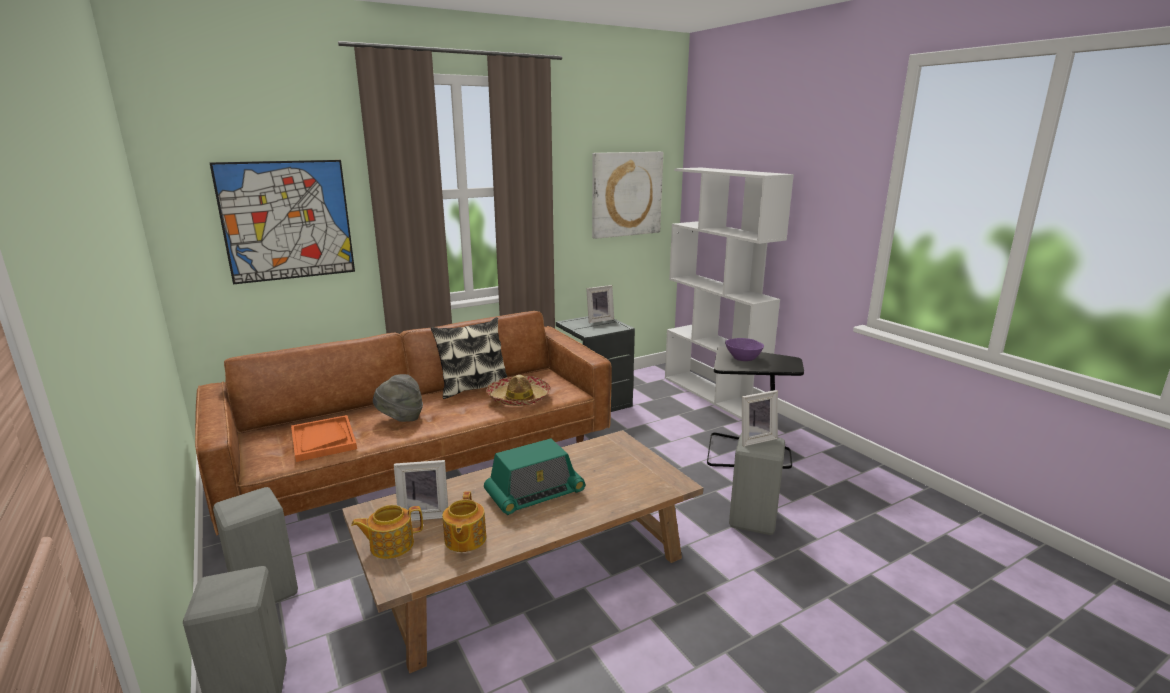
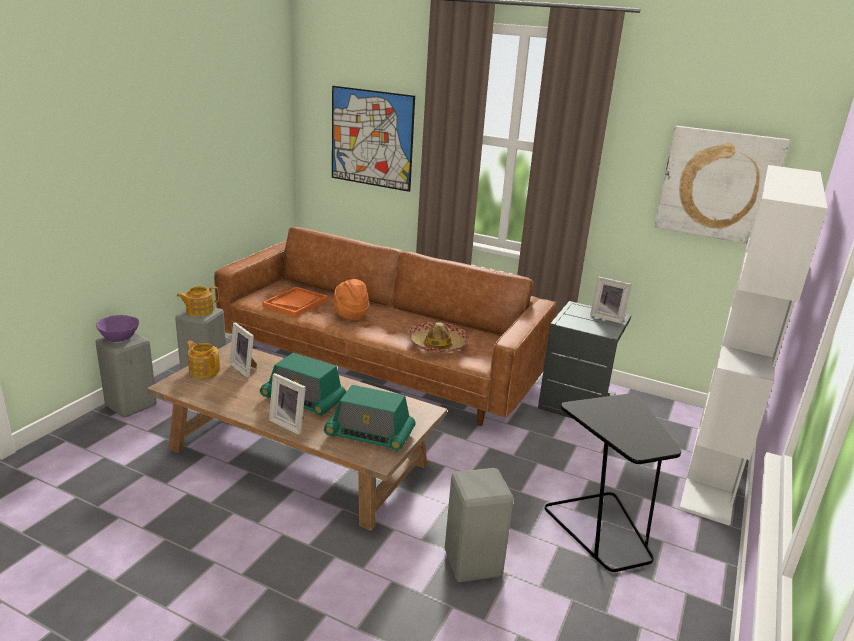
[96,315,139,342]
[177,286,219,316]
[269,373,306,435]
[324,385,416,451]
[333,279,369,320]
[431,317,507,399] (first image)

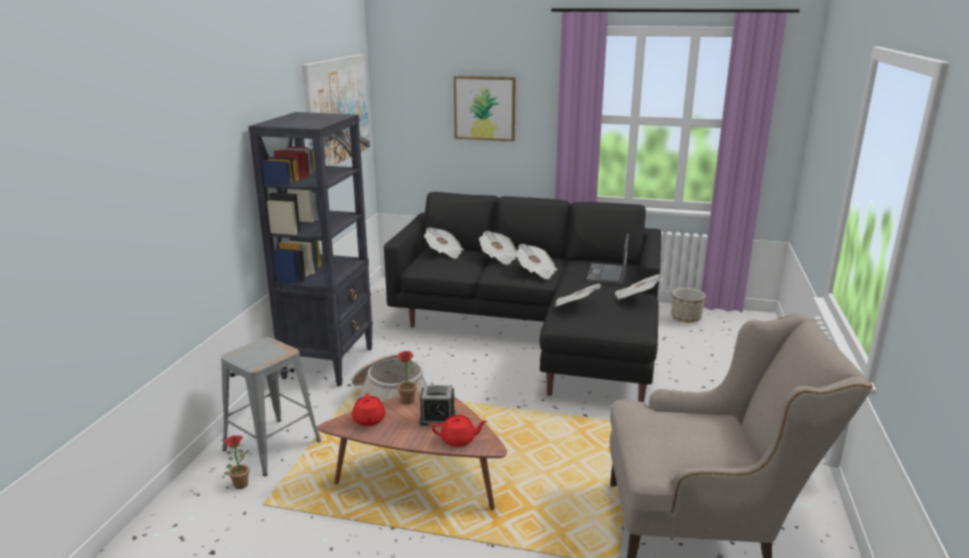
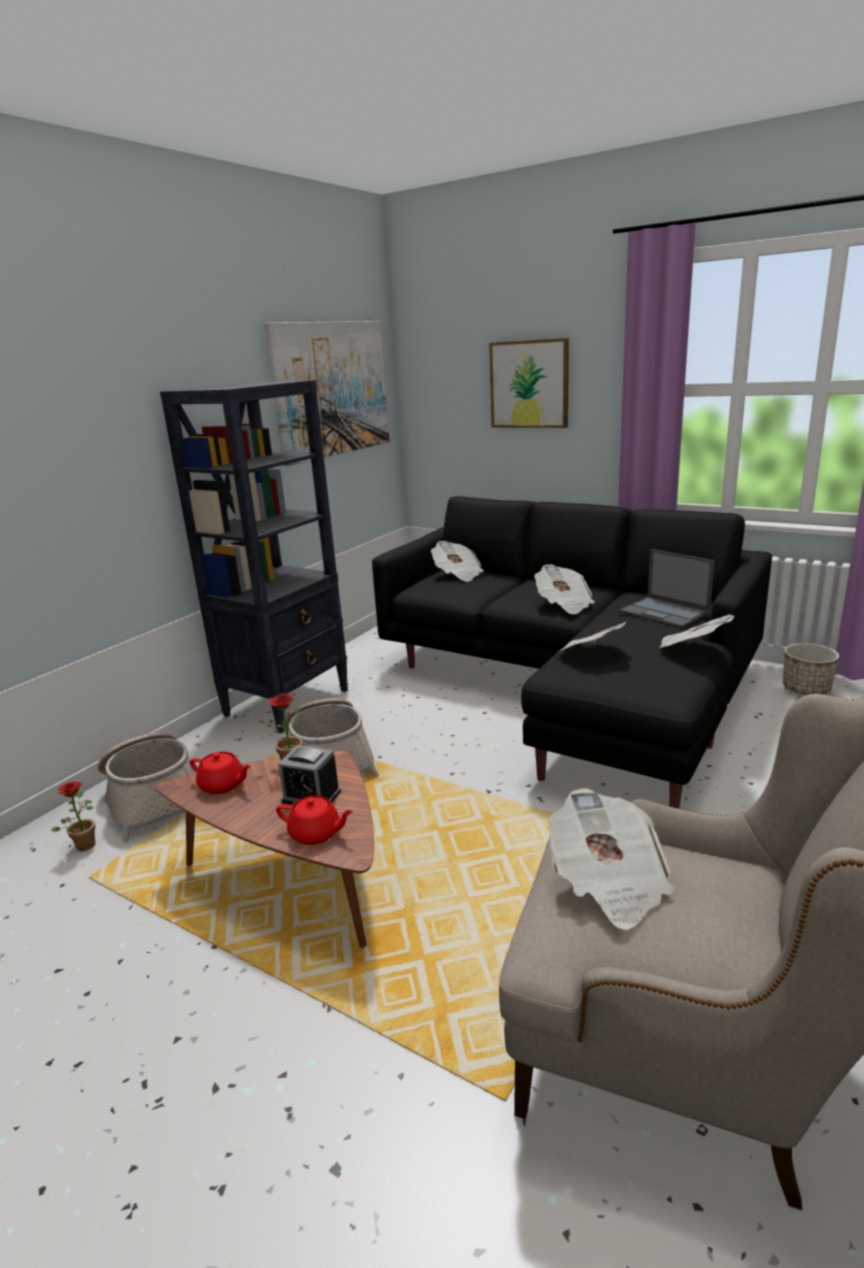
[98,732,196,842]
[190,752,251,794]
[548,788,674,930]
[620,549,715,628]

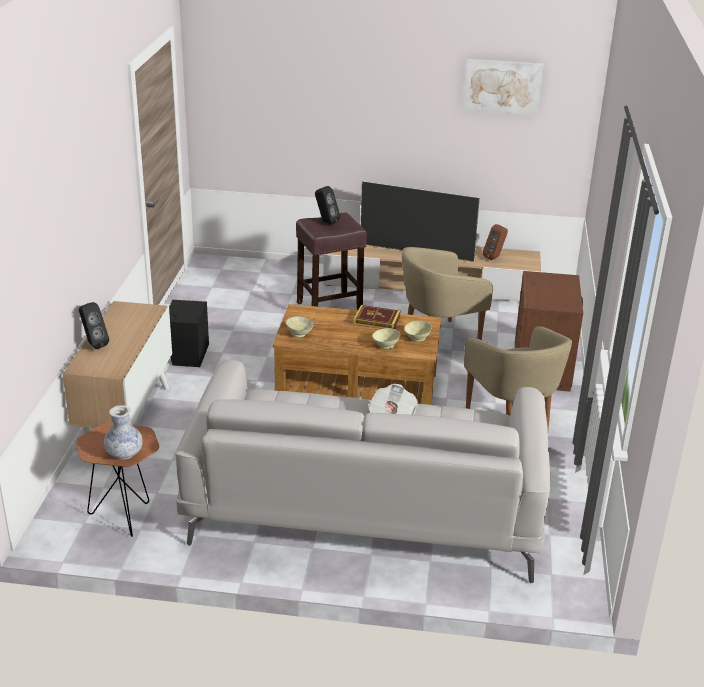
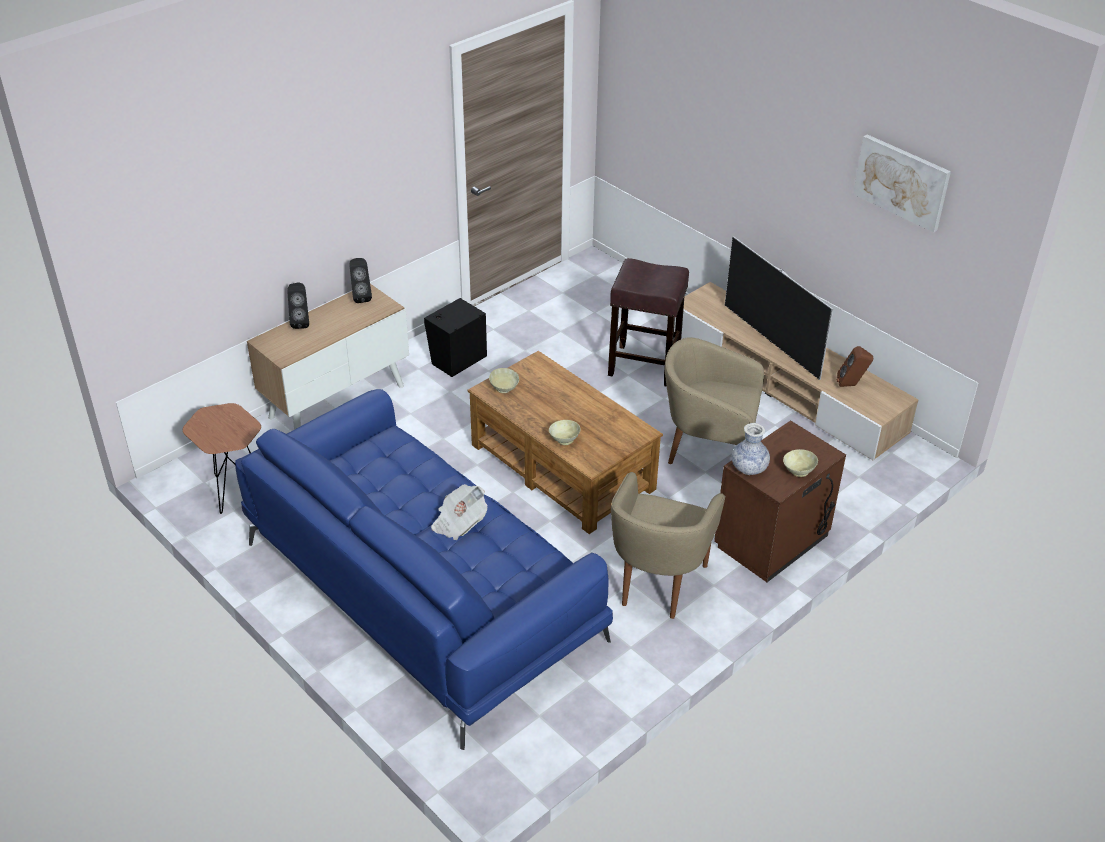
[235,389,613,750]
[350,258,372,303]
[732,423,770,475]
[783,449,818,477]
[354,305,401,329] (first image)

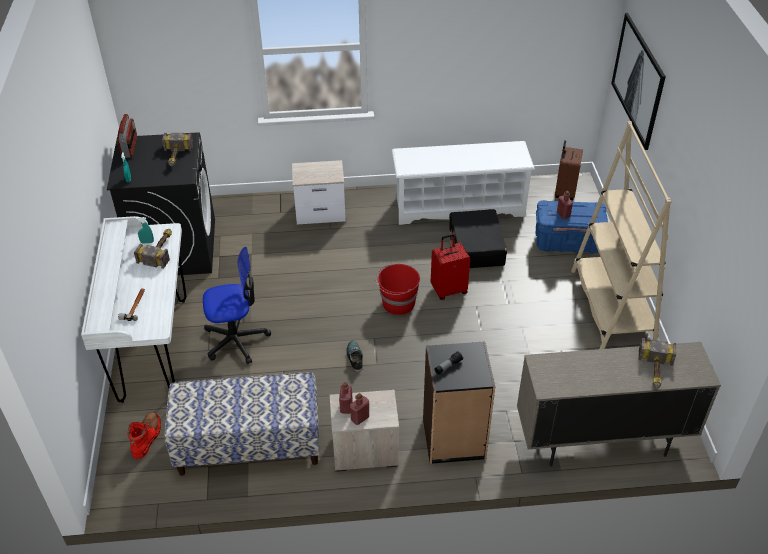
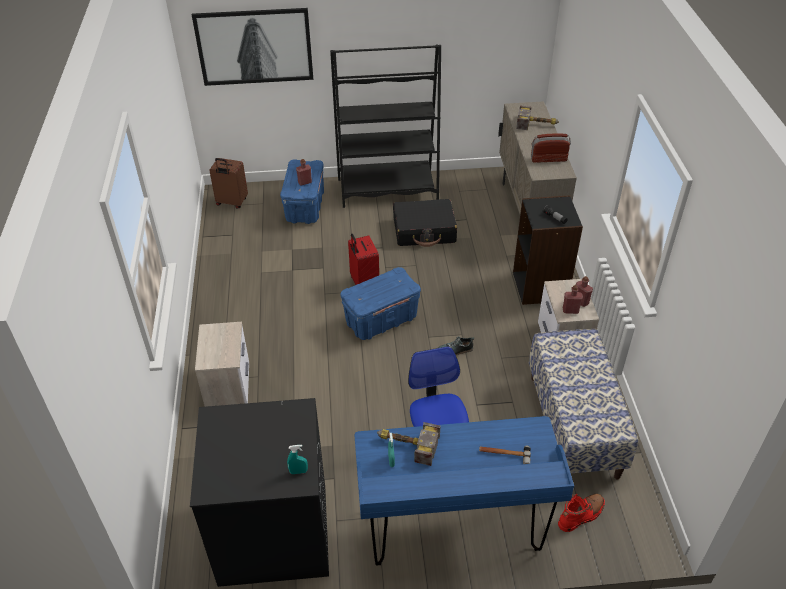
[330,45,441,208]
[341,267,421,340]
[355,416,574,566]
[393,199,457,247]
[531,133,571,163]
[558,494,605,532]
[162,133,193,166] (first image)
[392,141,535,225] (first image)

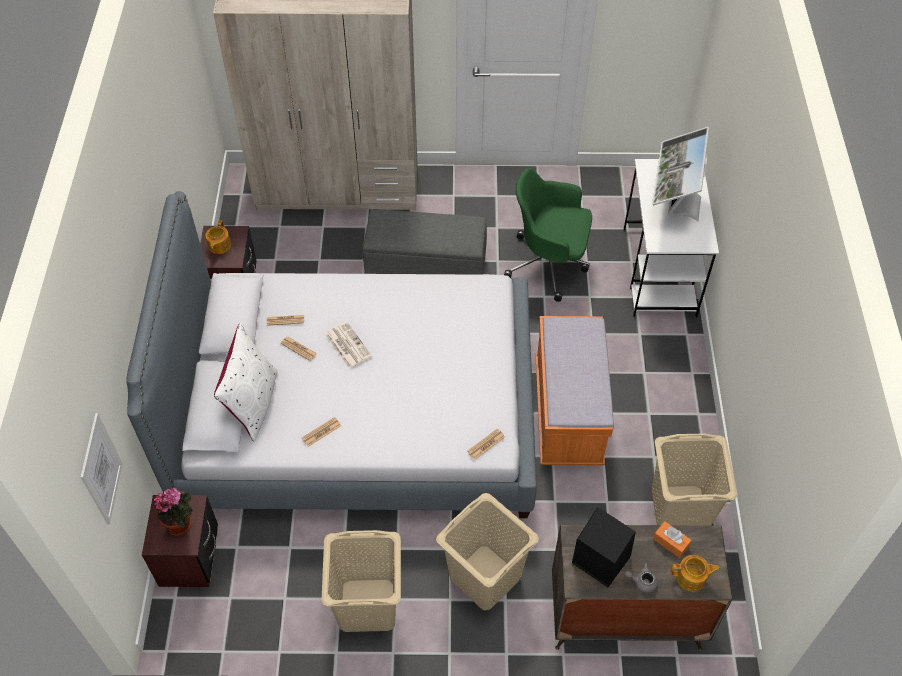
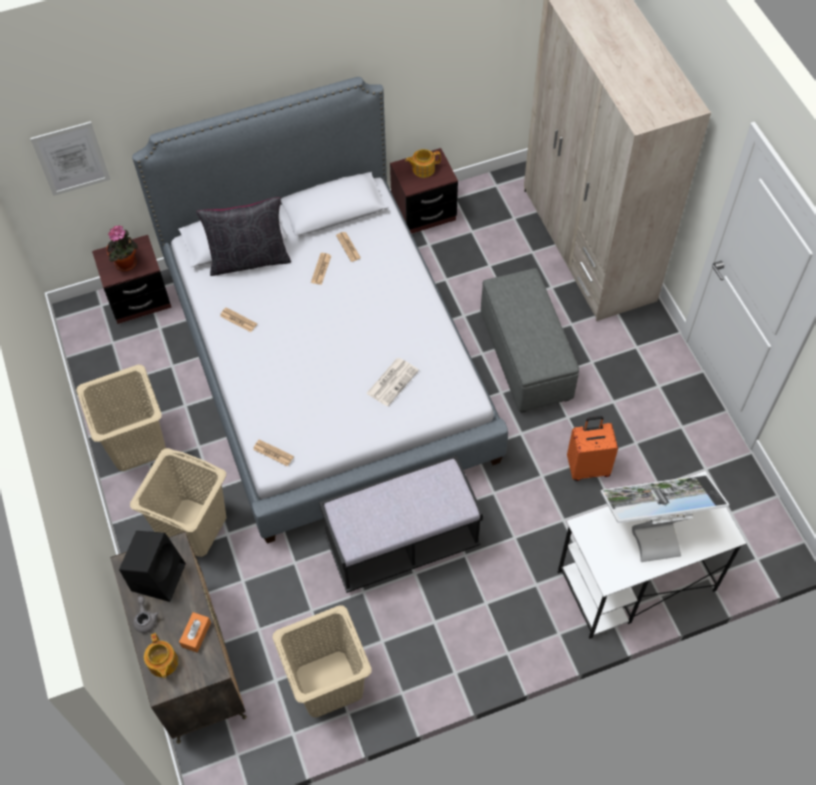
[197,197,291,276]
[319,455,483,593]
[366,358,419,406]
[567,416,618,481]

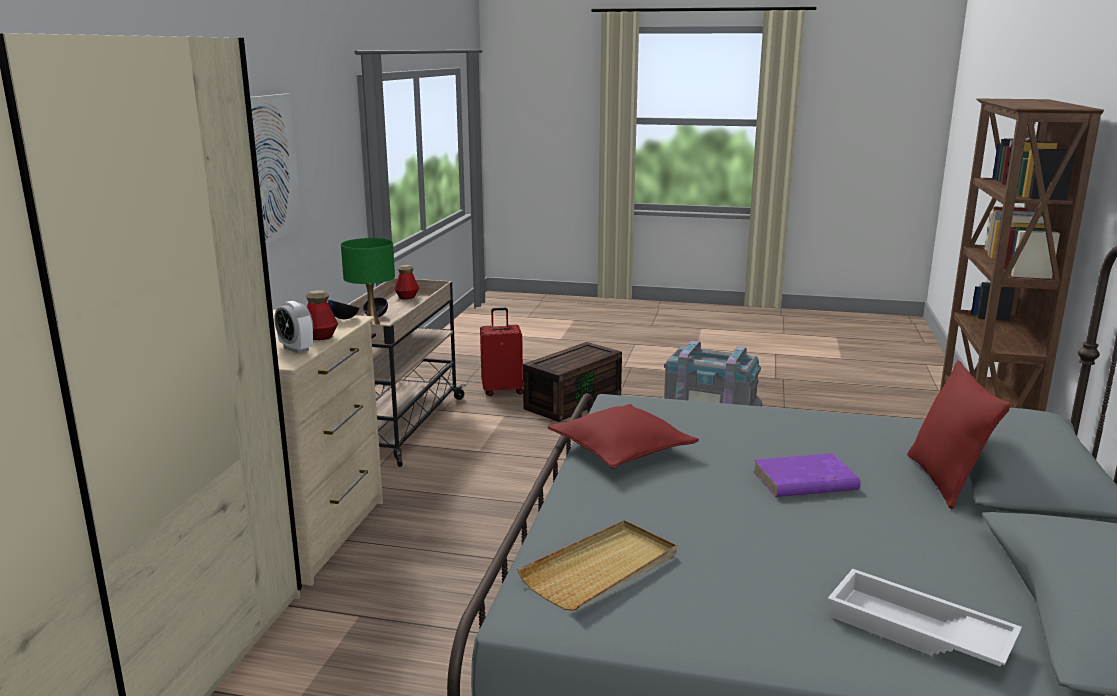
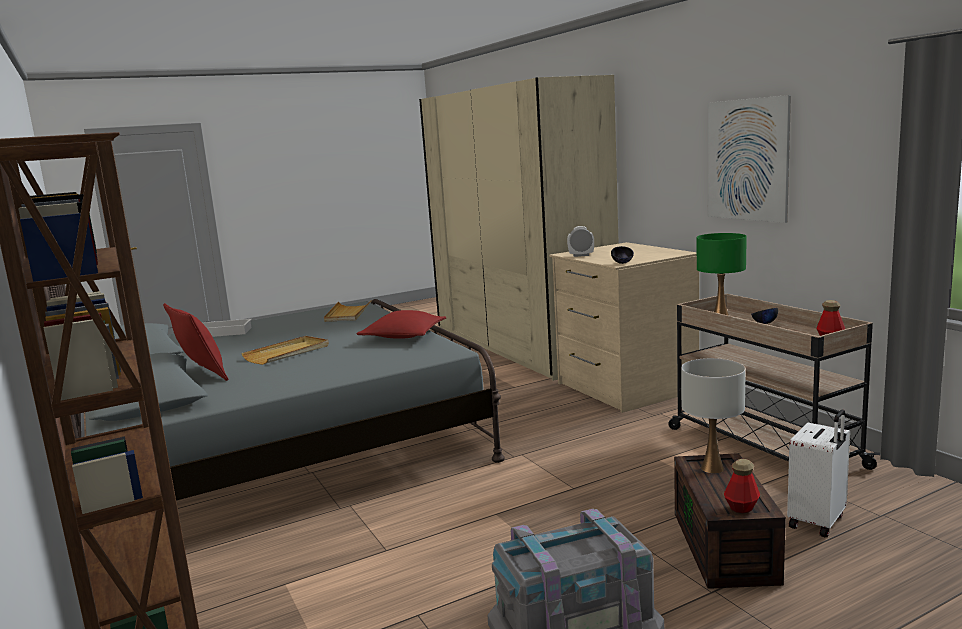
[241,336,329,365]
[681,358,746,473]
[724,459,760,513]
[787,409,850,537]

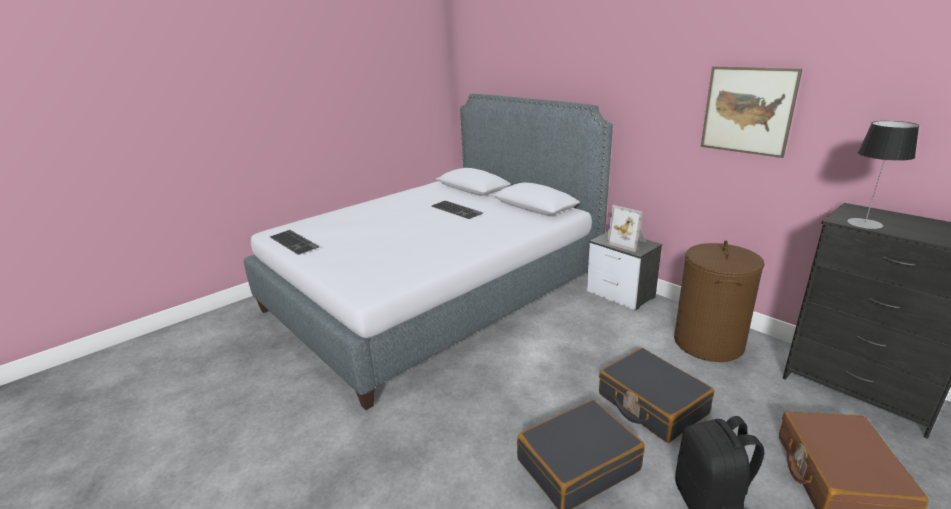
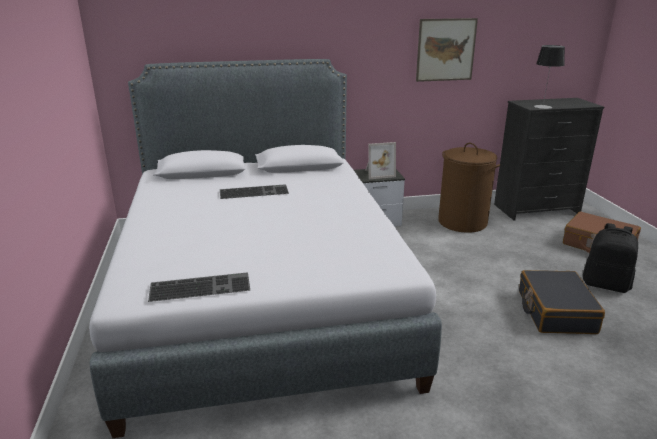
[599,348,714,443] (first image)

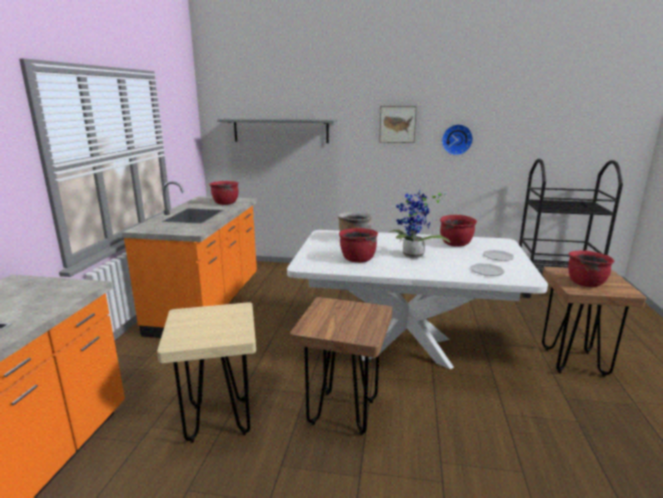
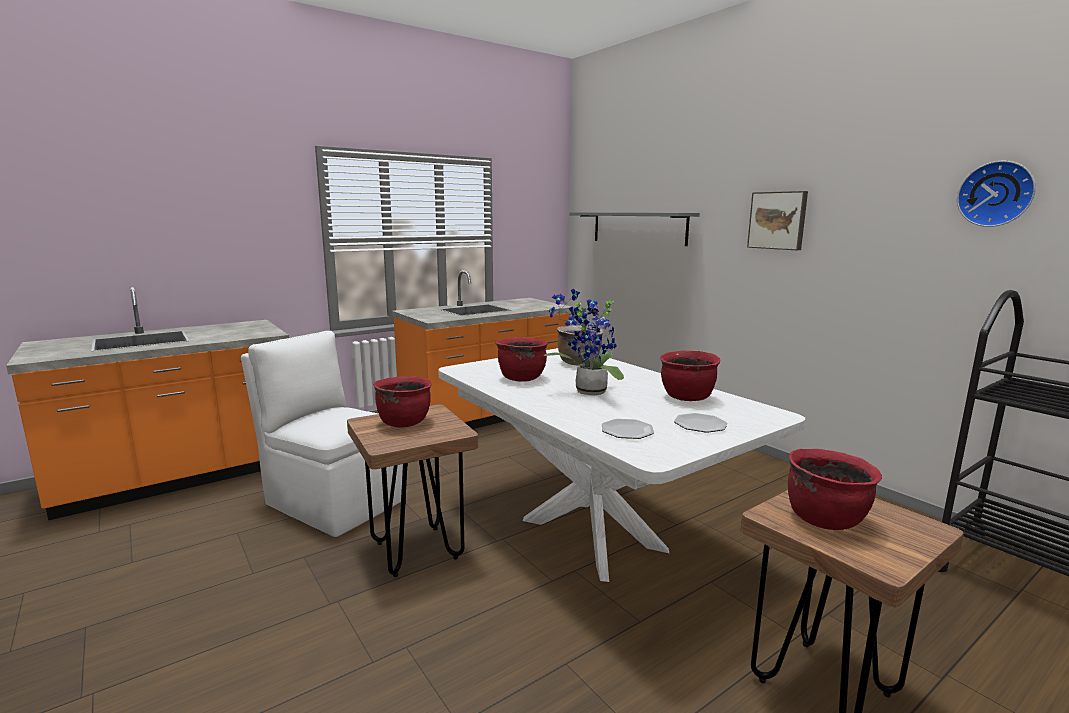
[241,331,403,537]
[373,376,432,428]
[957,161,1036,227]

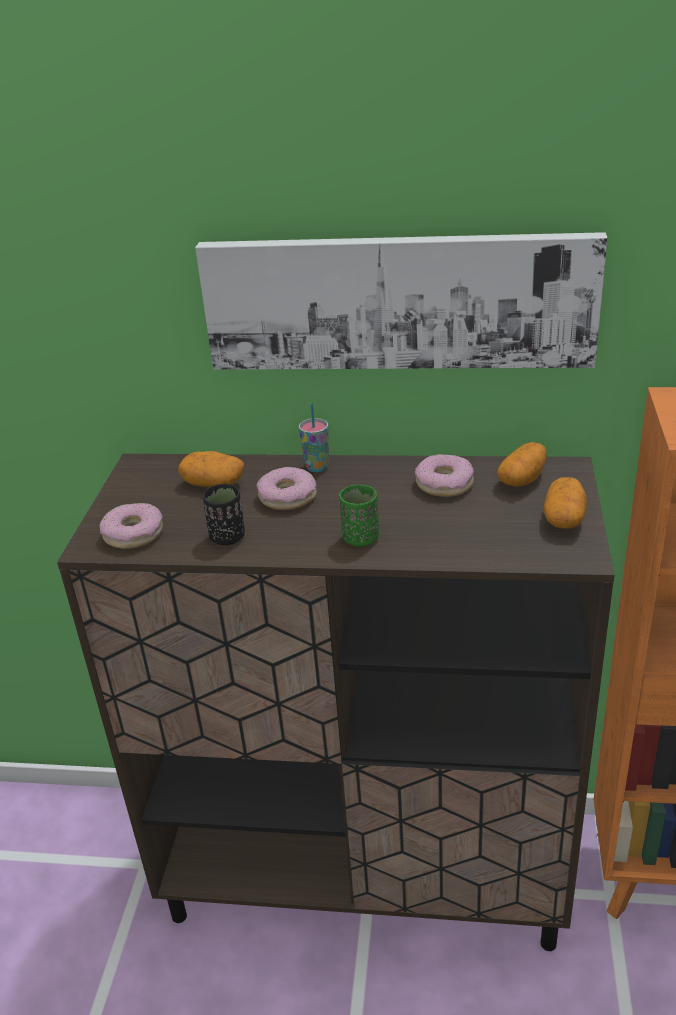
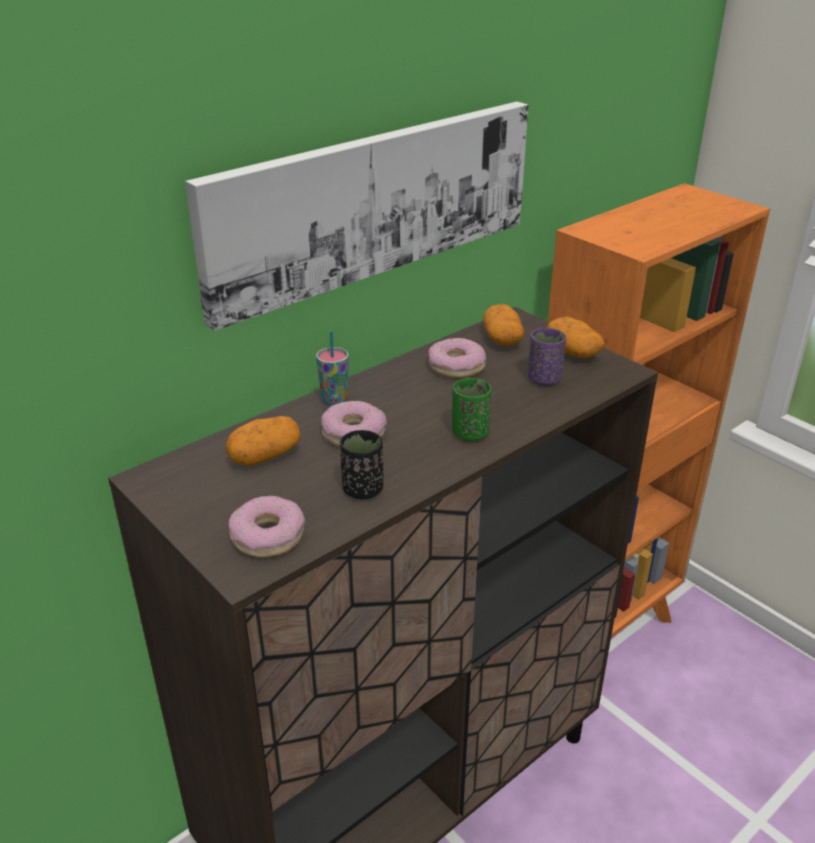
[528,328,566,386]

